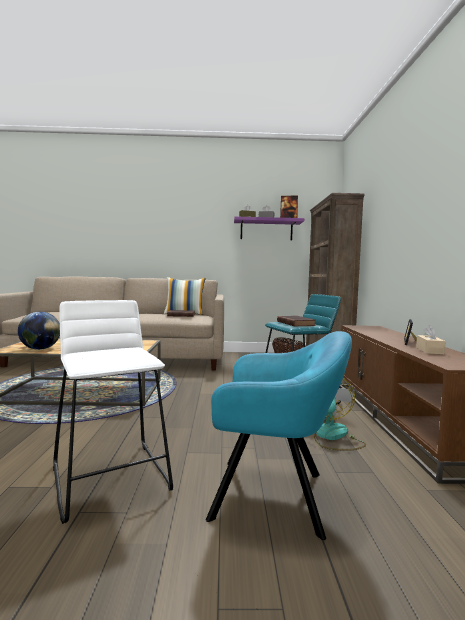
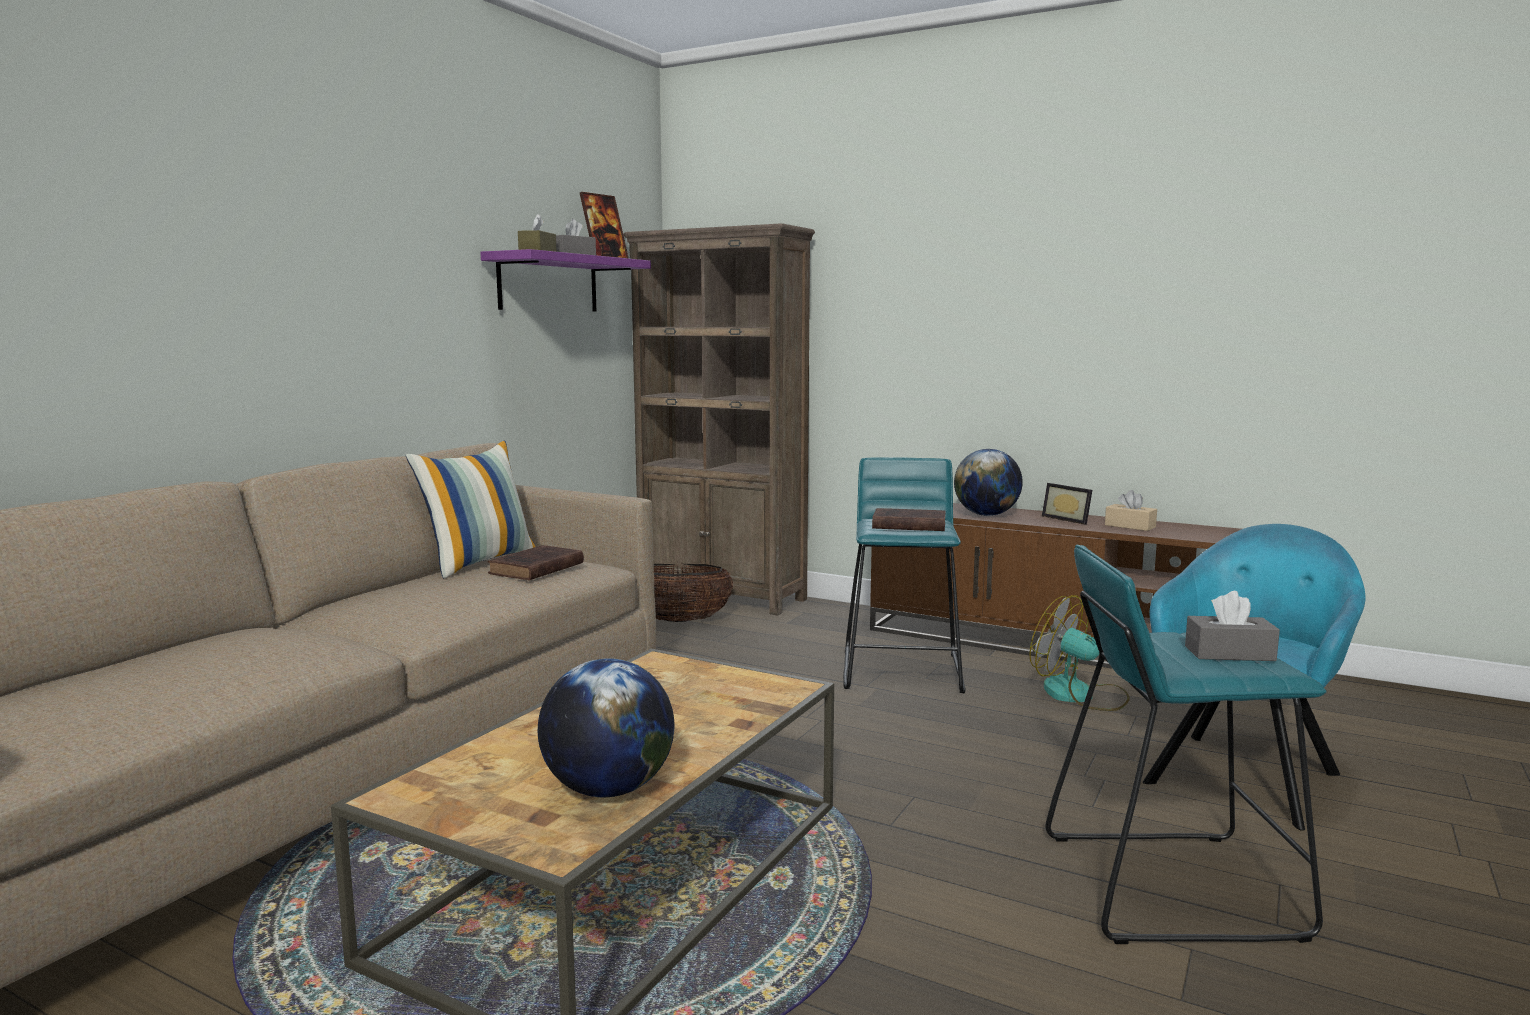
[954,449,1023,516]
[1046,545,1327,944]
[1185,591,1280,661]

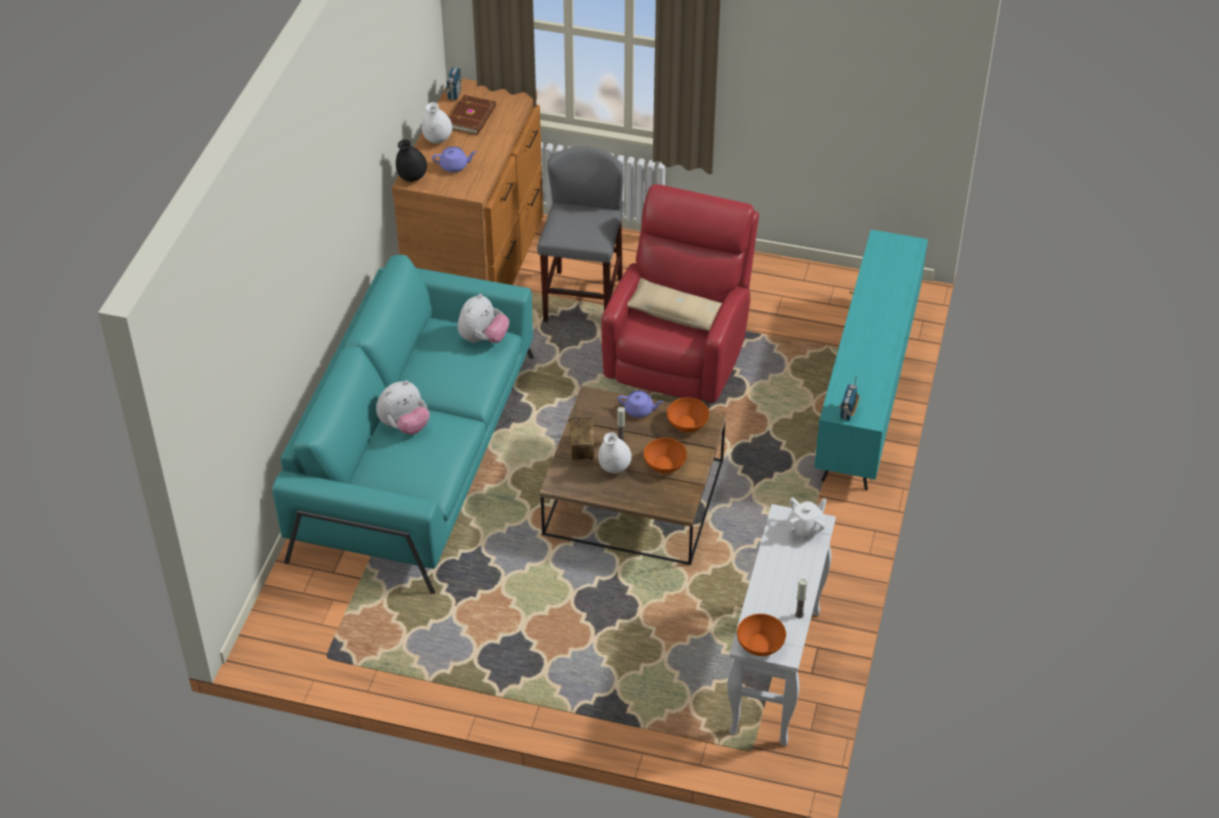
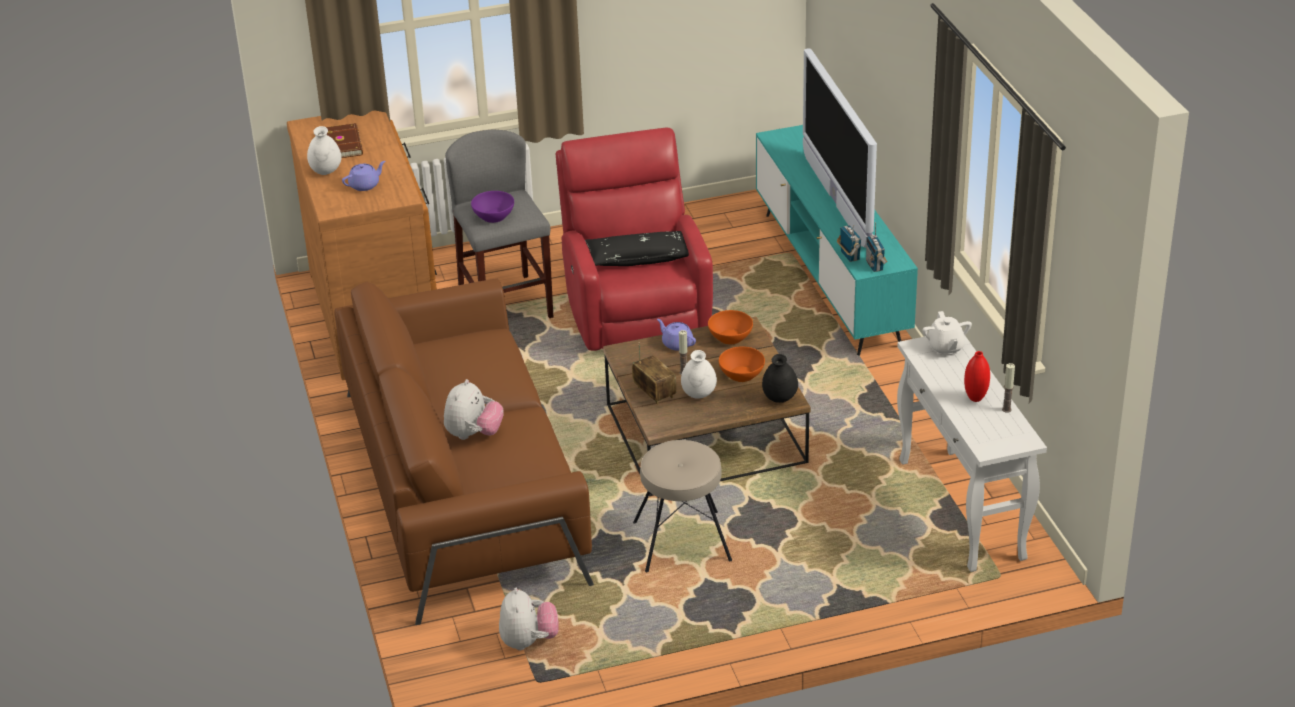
[334,278,594,625]
[471,191,514,223]
[499,588,559,650]
[585,231,689,266]
[633,440,732,572]
[657,319,696,351]
[762,354,798,403]
[803,49,877,248]
[837,225,861,262]
[922,311,972,355]
[964,351,990,402]
[737,614,786,656] (first image)

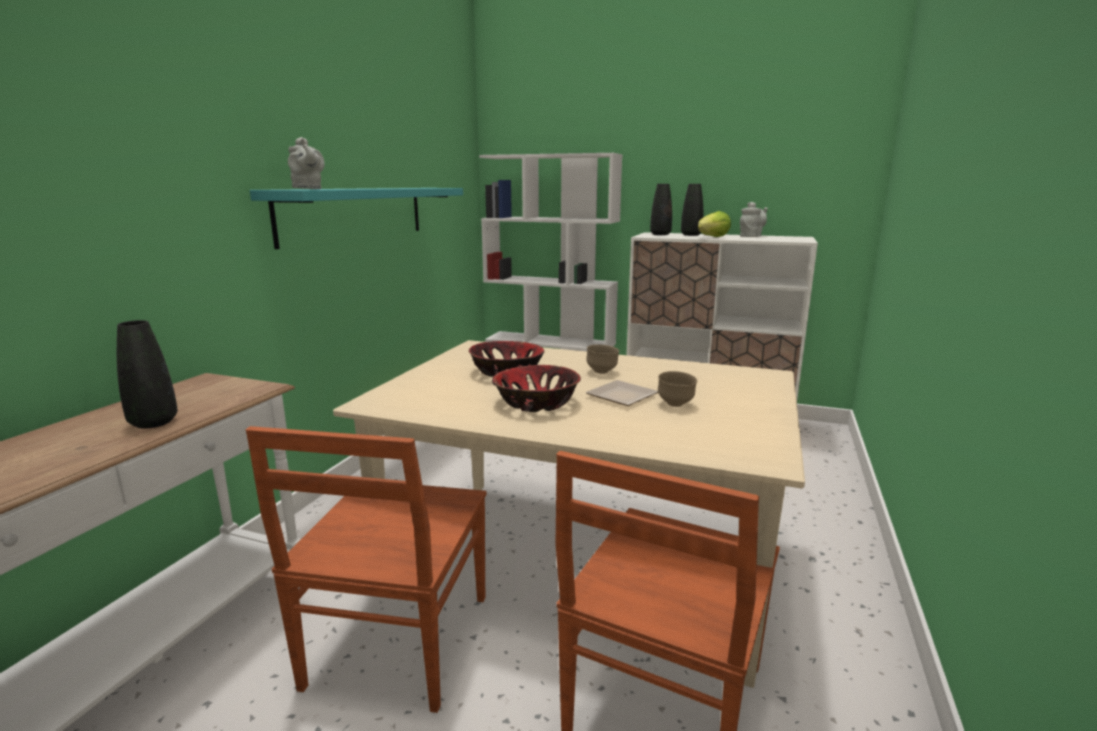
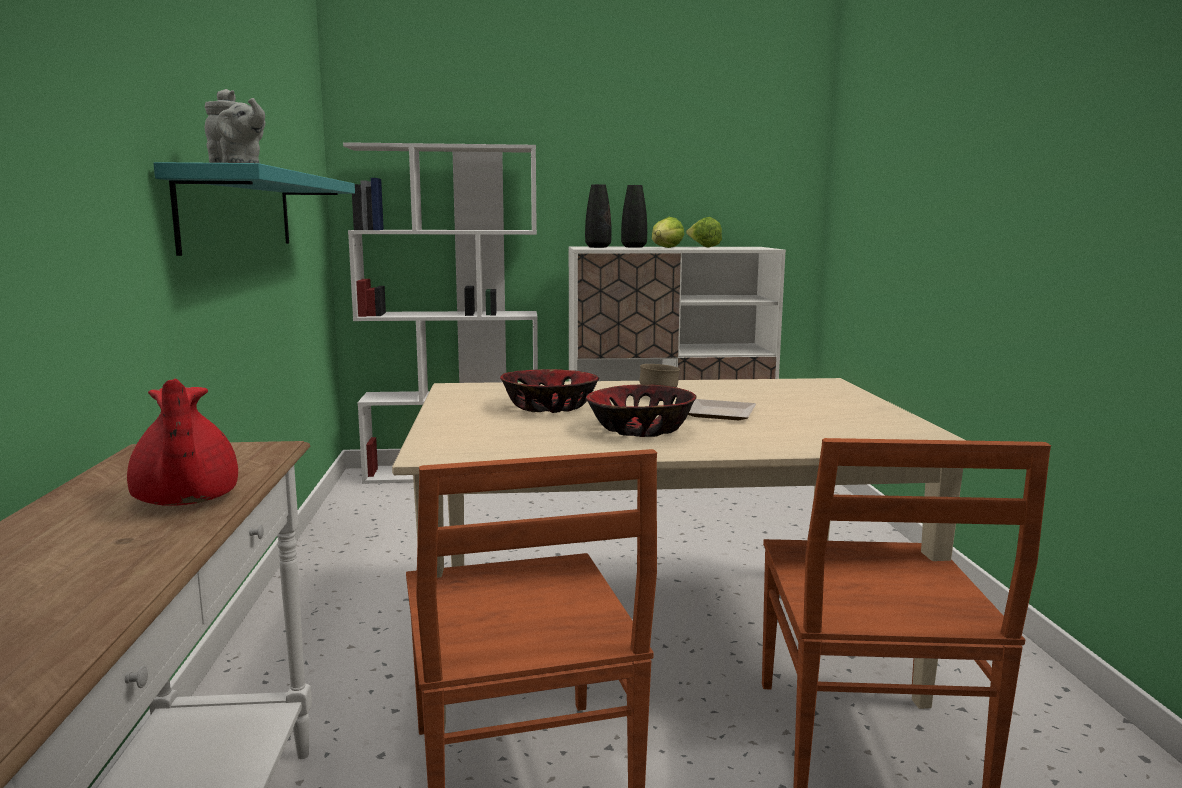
[127,378,238,506]
[686,217,722,247]
[658,371,697,407] (first image)

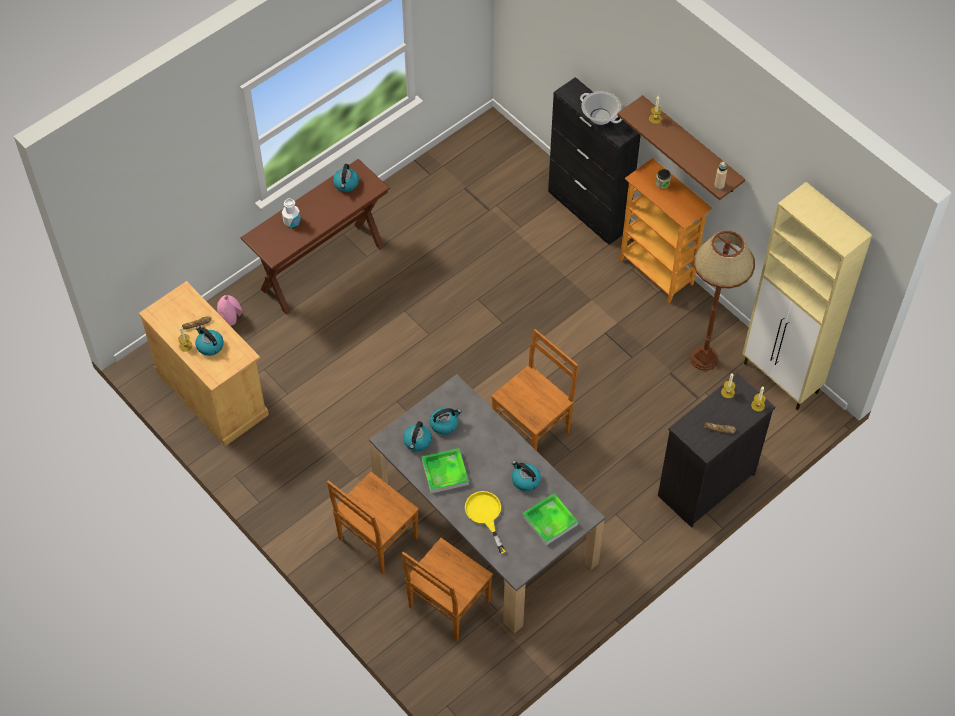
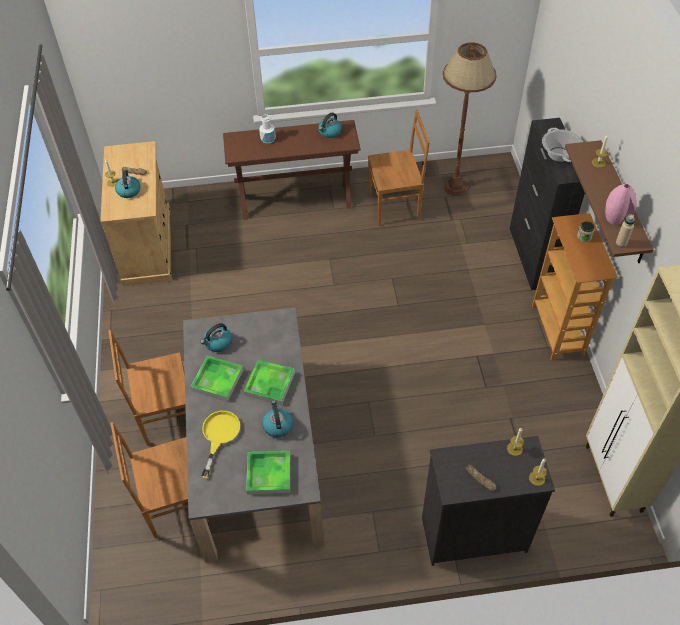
[244,360,295,405]
[368,109,430,226]
[443,42,497,195]
[605,184,637,225]
[430,408,461,435] (first image)

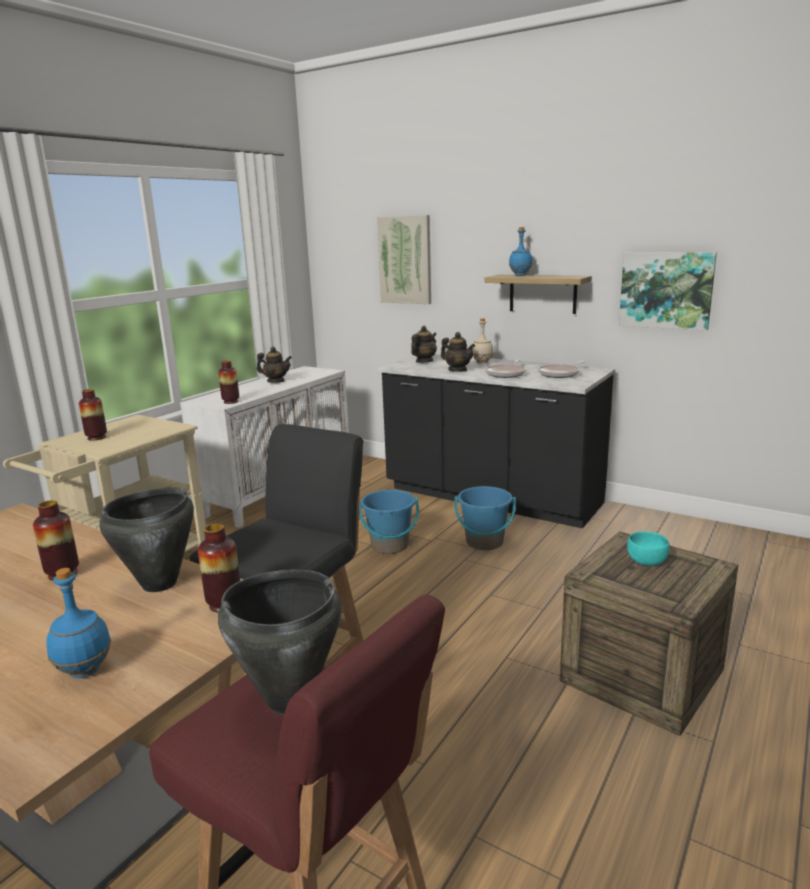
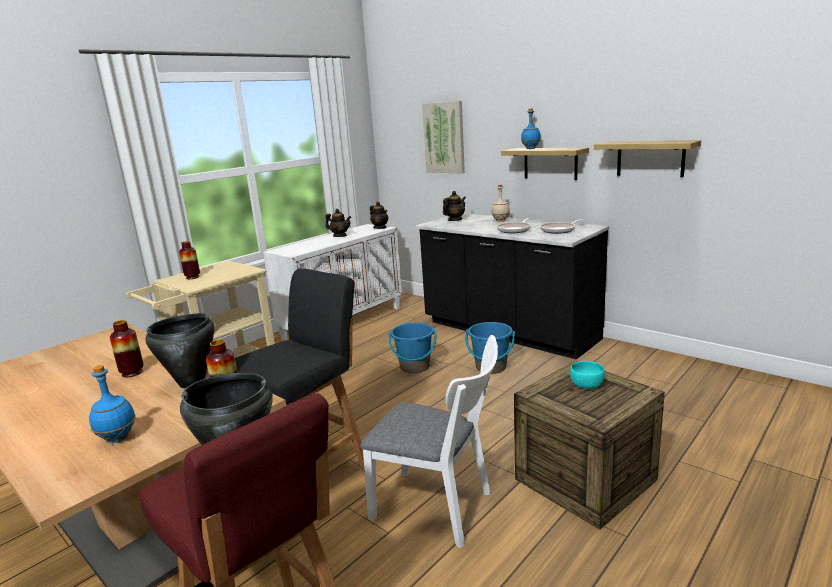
[360,335,498,548]
[370,202,388,229]
[594,140,701,177]
[218,360,239,404] (first image)

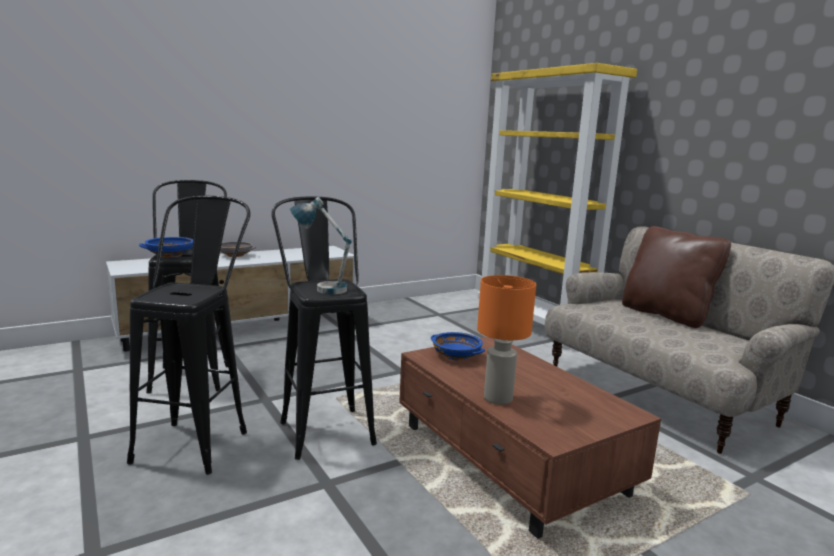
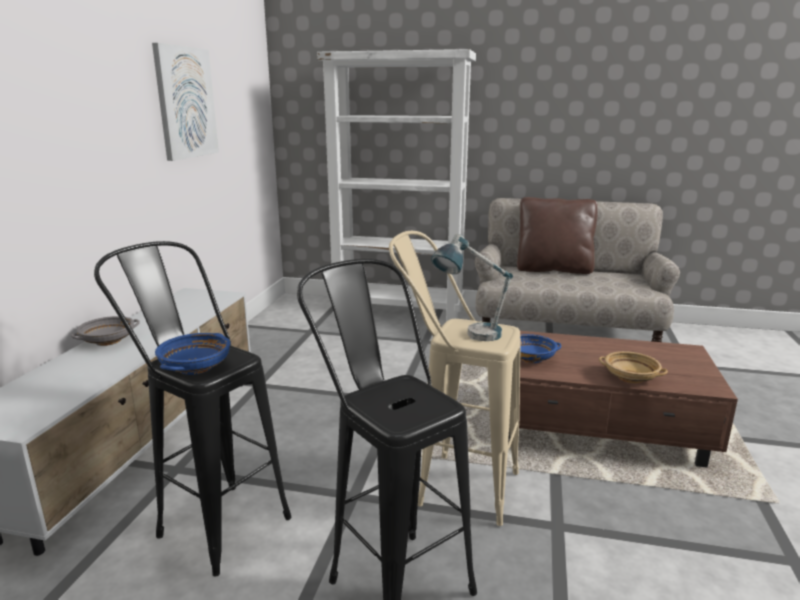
[152,43,219,161]
[317,49,476,322]
[389,231,521,526]
[599,351,668,383]

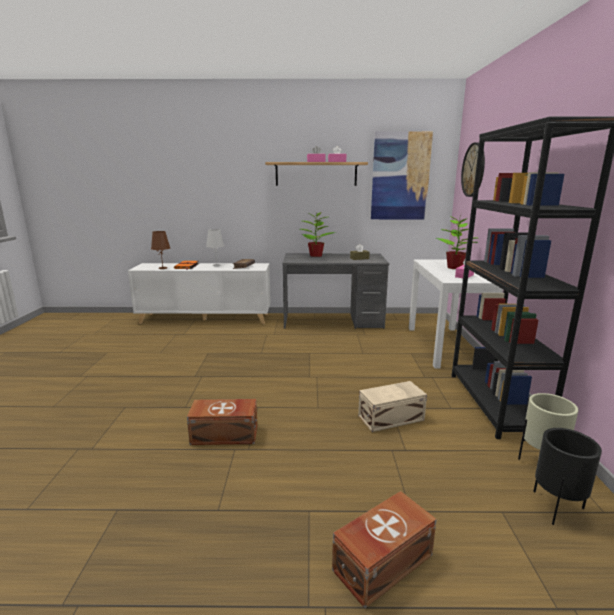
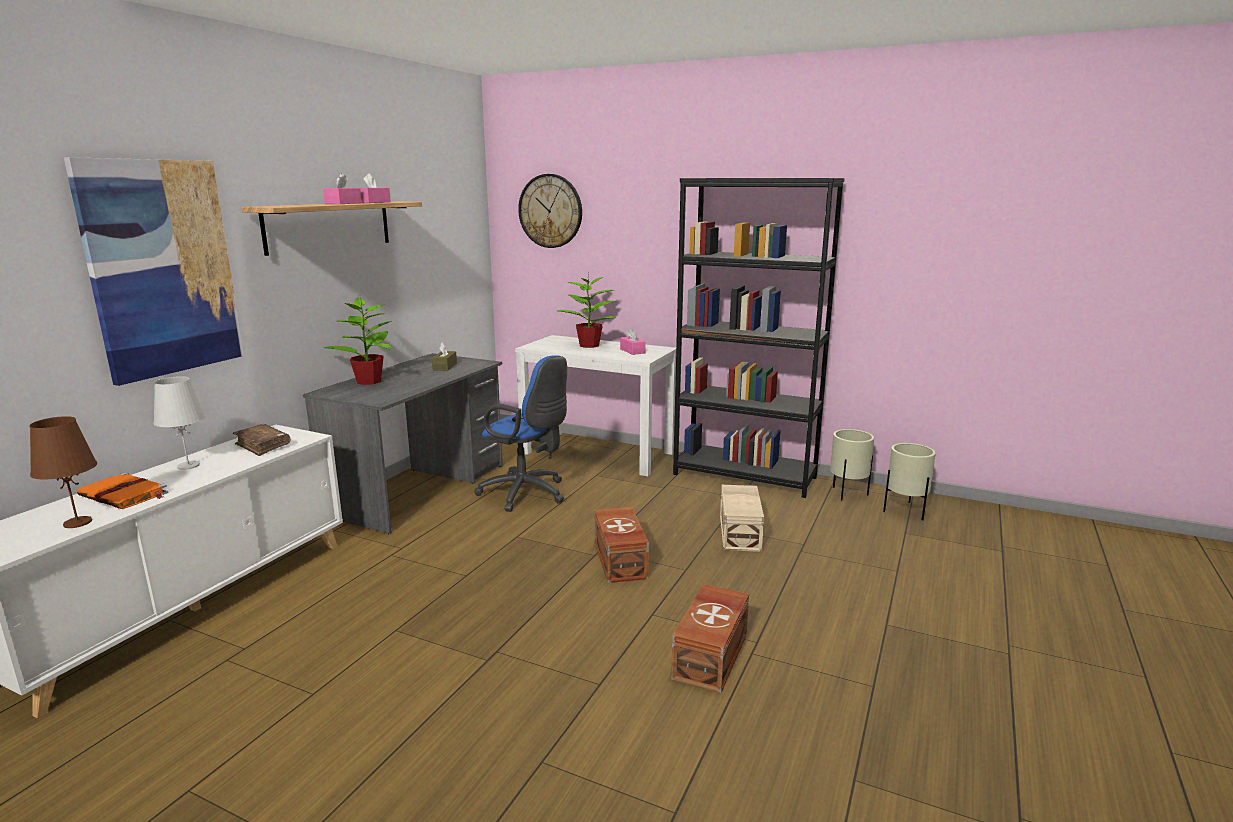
[64,157,244,386]
[474,355,567,512]
[595,507,649,583]
[883,443,936,521]

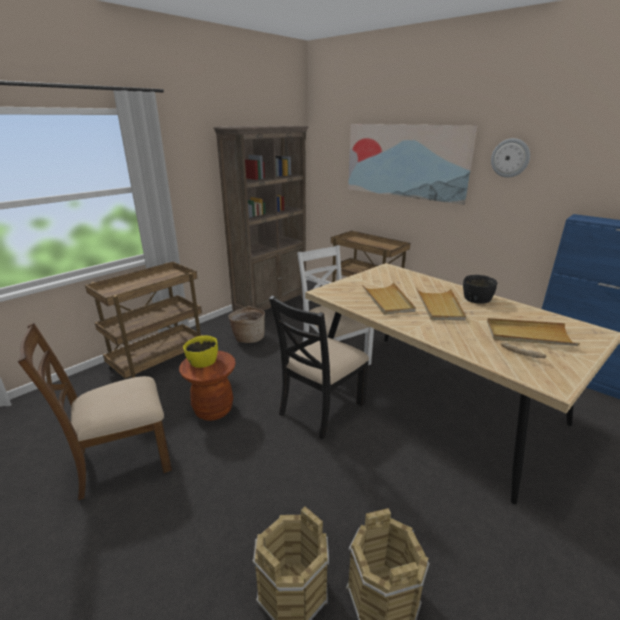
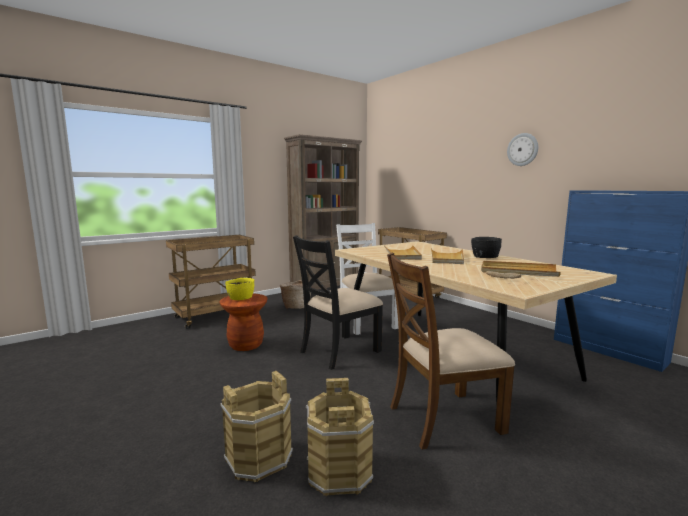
[387,253,515,450]
[348,124,478,205] (first image)

